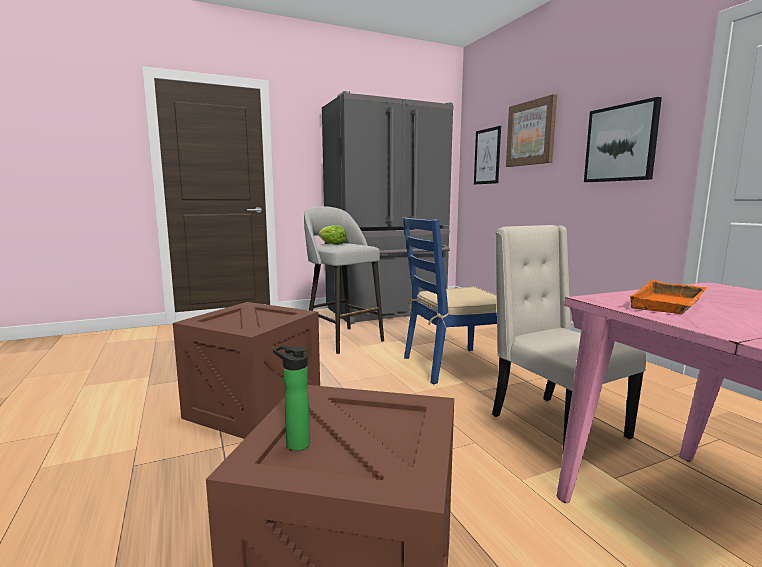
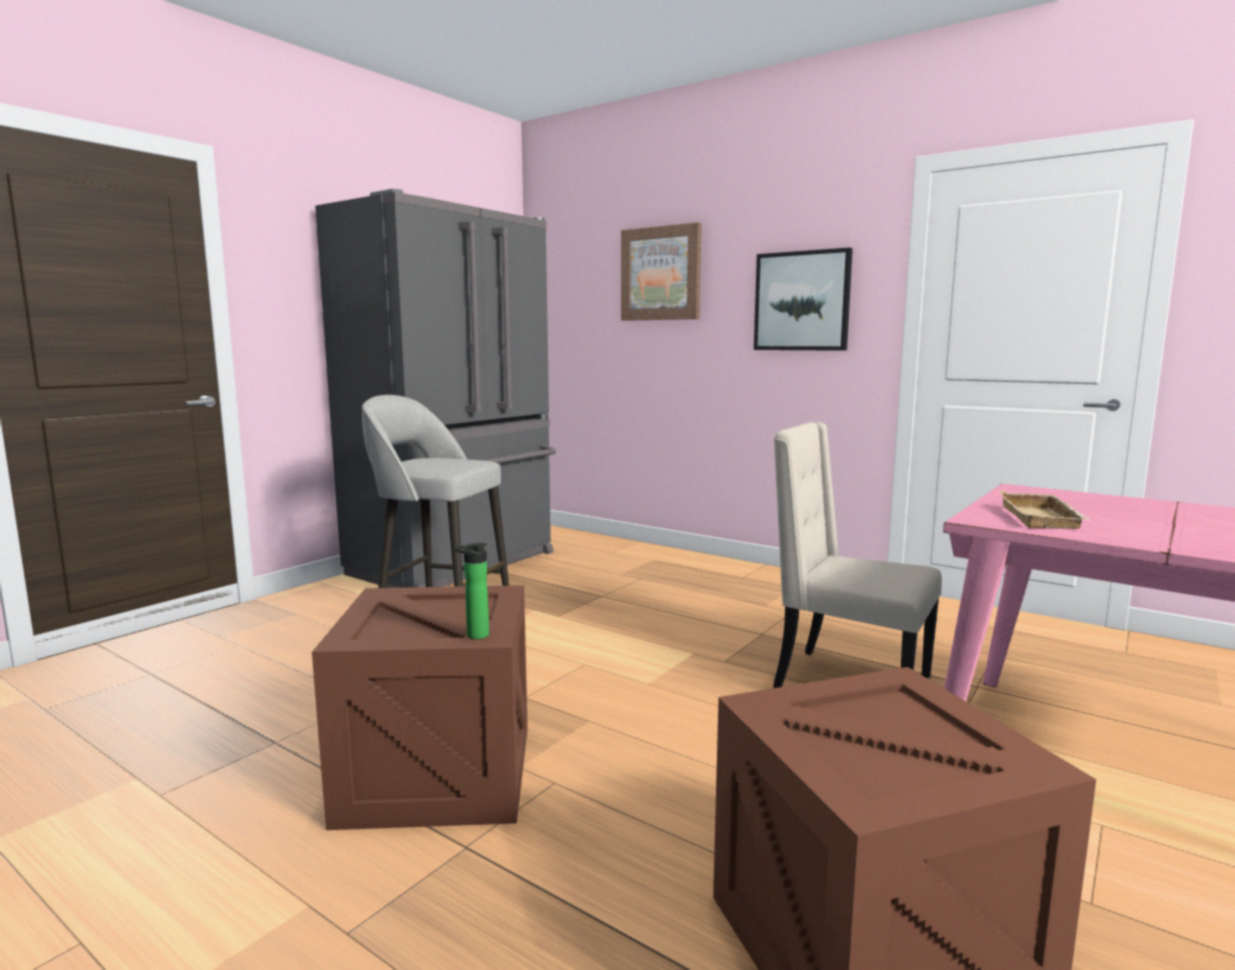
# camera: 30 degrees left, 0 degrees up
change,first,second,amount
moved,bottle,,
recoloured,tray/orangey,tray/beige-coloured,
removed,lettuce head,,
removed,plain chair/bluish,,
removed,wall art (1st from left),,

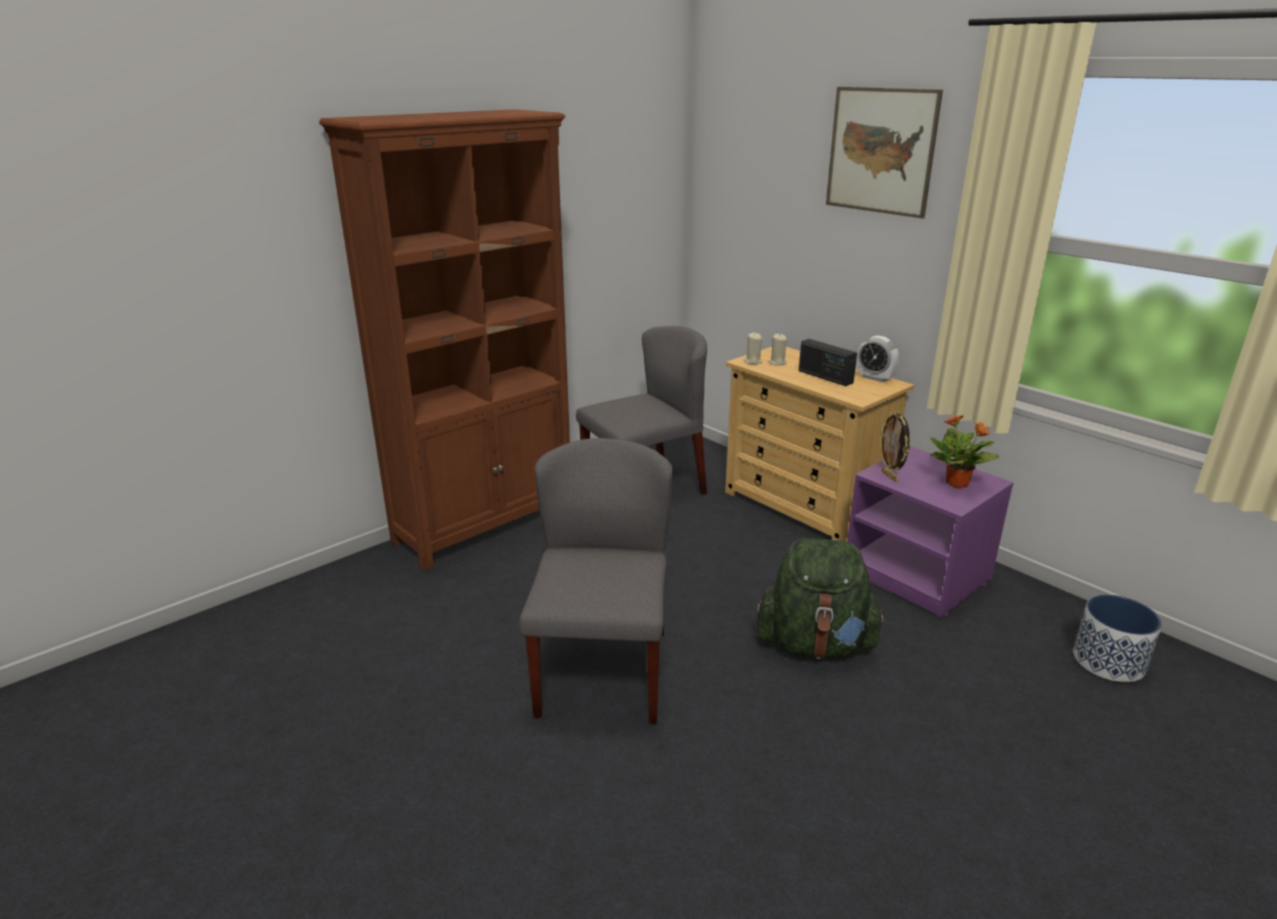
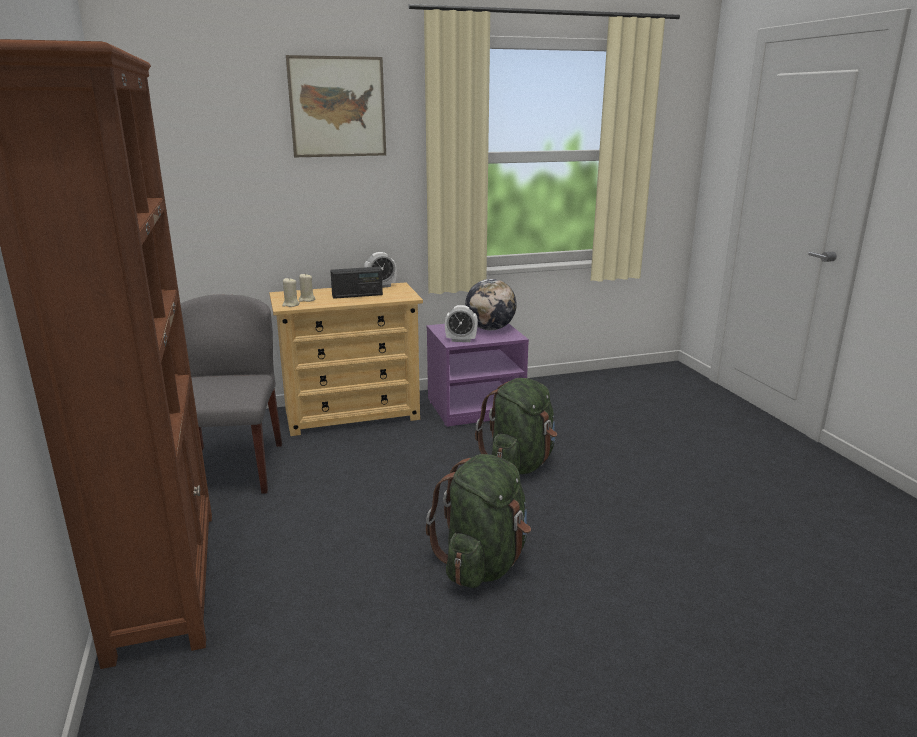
# camera: 65 degrees left, 5 degrees down
change,first,second,amount
replaced,plain chair/gray (1st from left),knapsack/greenish (1st from left),
replaced,photo frame,table clock (2nd from left),
replaced,plant in a pot,desk globe,
removed,flower pot,,

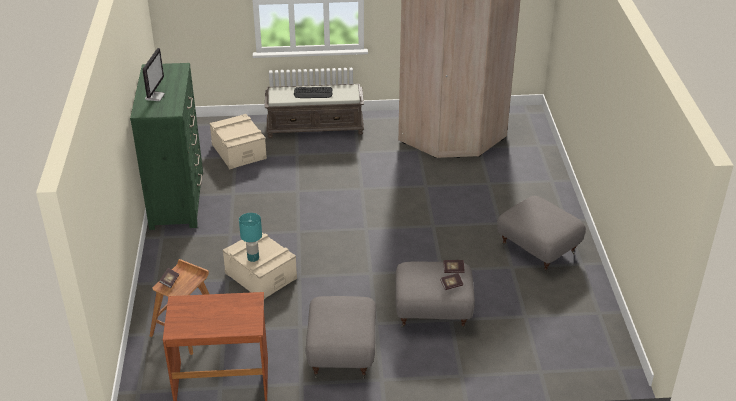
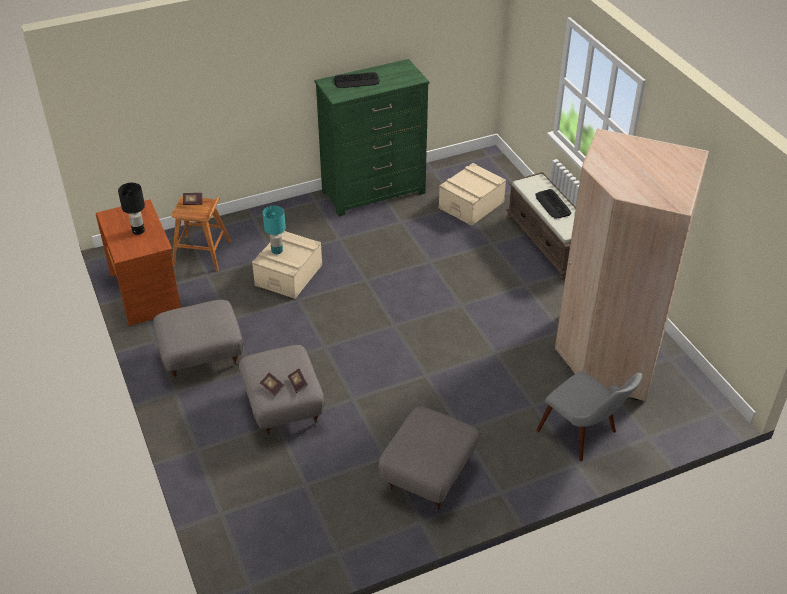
# camera: 70 degrees right, 5 degrees up
change,first,second,amount
added,,tabletop lamp/black,
replaced,monitor,computer keyboard (1st from left),
added,,plain chair/gray,

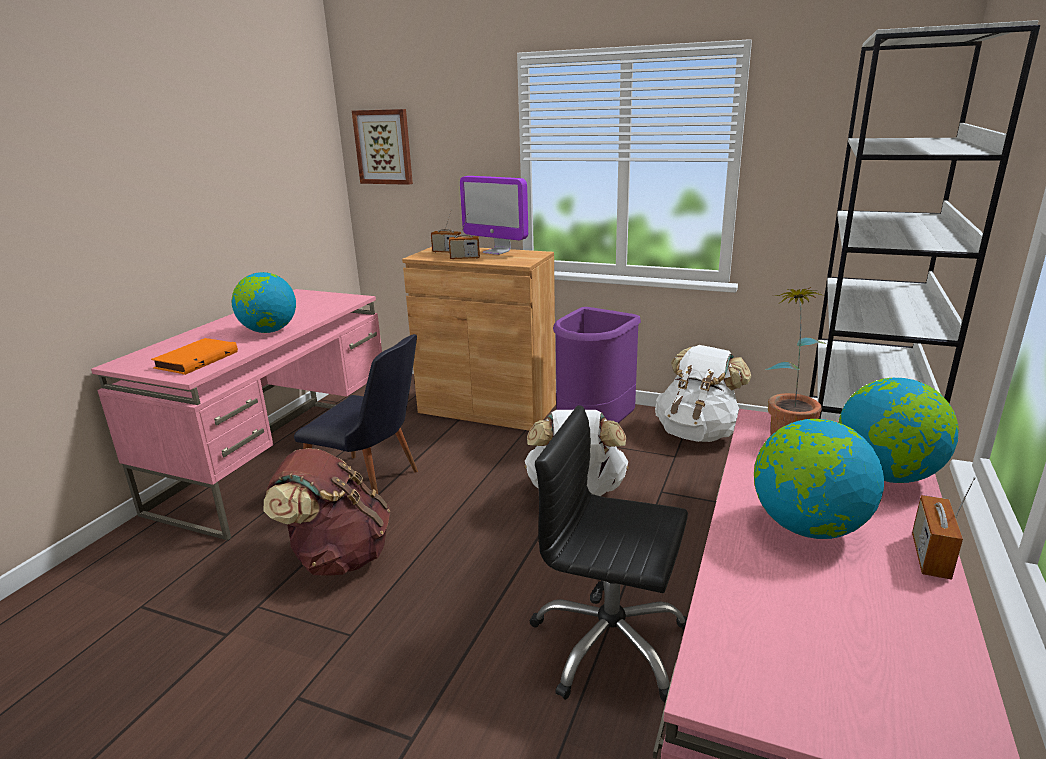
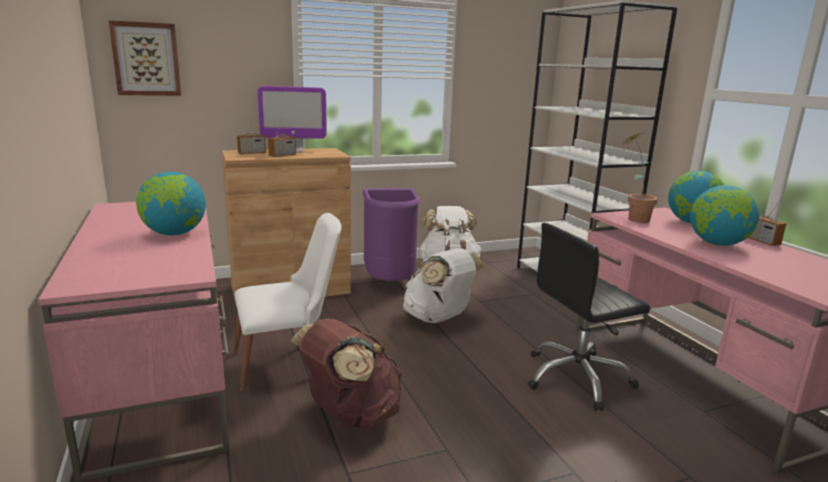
# camera: 45 degrees left, 5 degrees down
change,first,second,amount
recoloured,plain chair/black,plain chair/whitish,
removed,volume/orangey,,

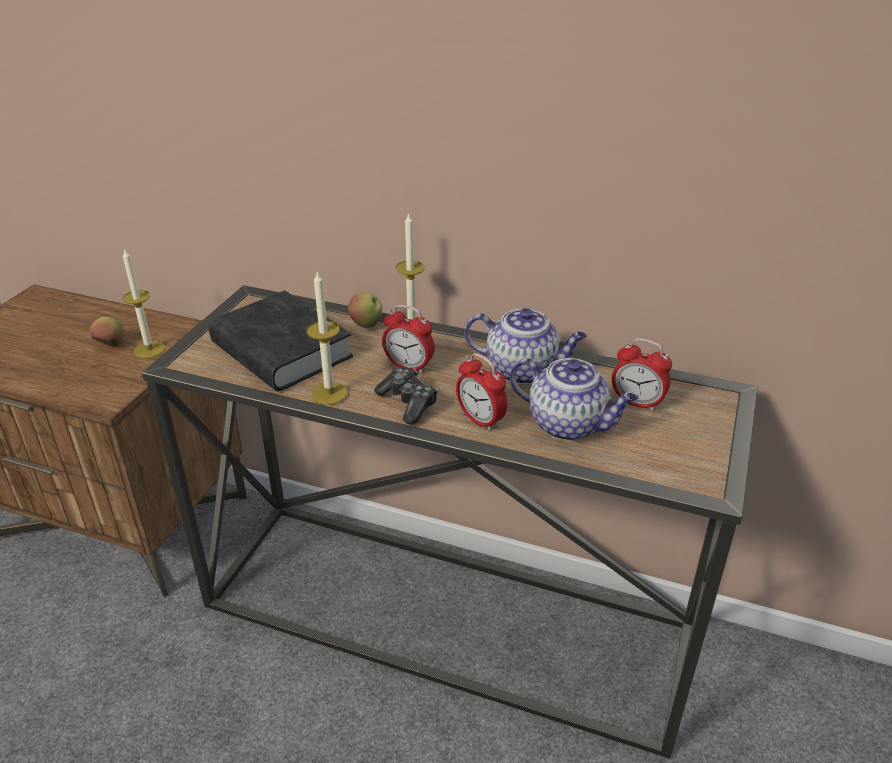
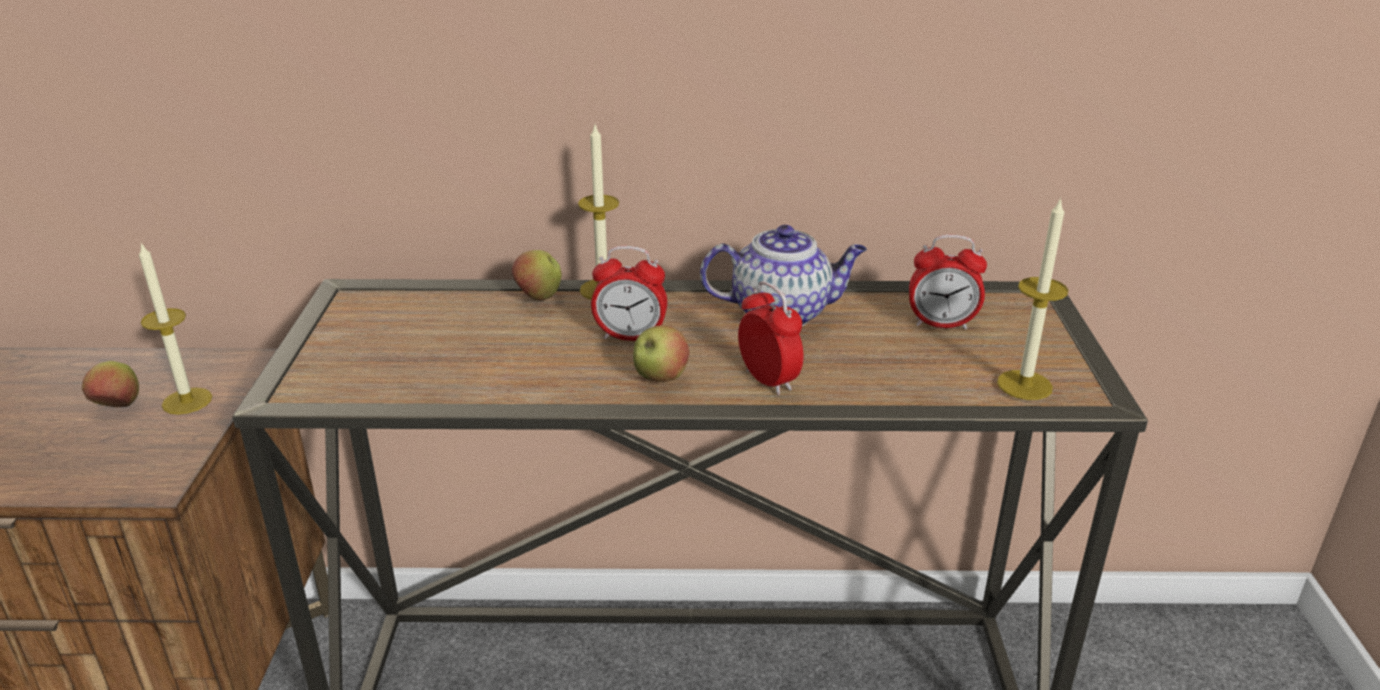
# camera: 20 degrees left, 5 degrees down
change,first,second,amount
replaced,gamepad,apple fruit (3rd from left),
turned,table clock (2nd from left),,150 degrees counterclockwise
moved,wax light (2nd from left in the first image),wax light (3rd from left),
removed,volume/black,,
removed,tea pot (2nd from left),,

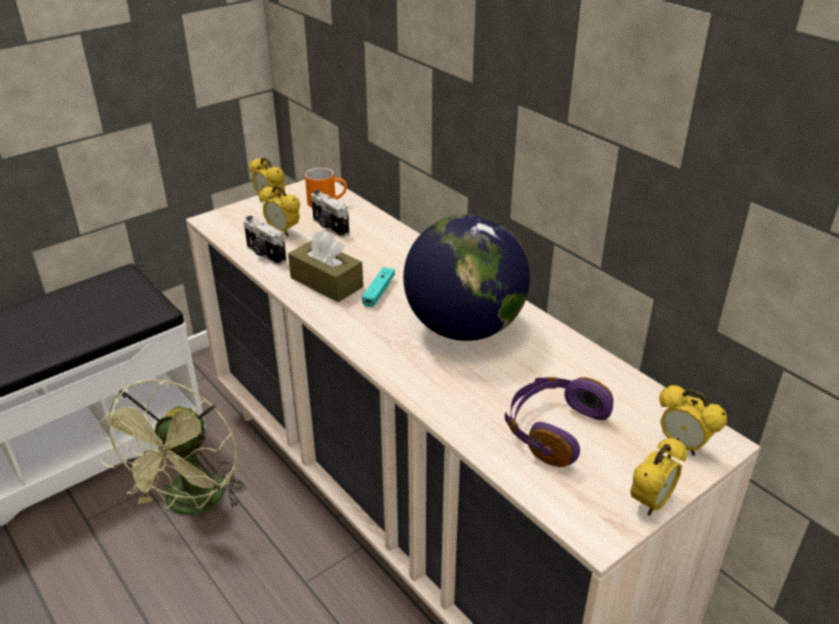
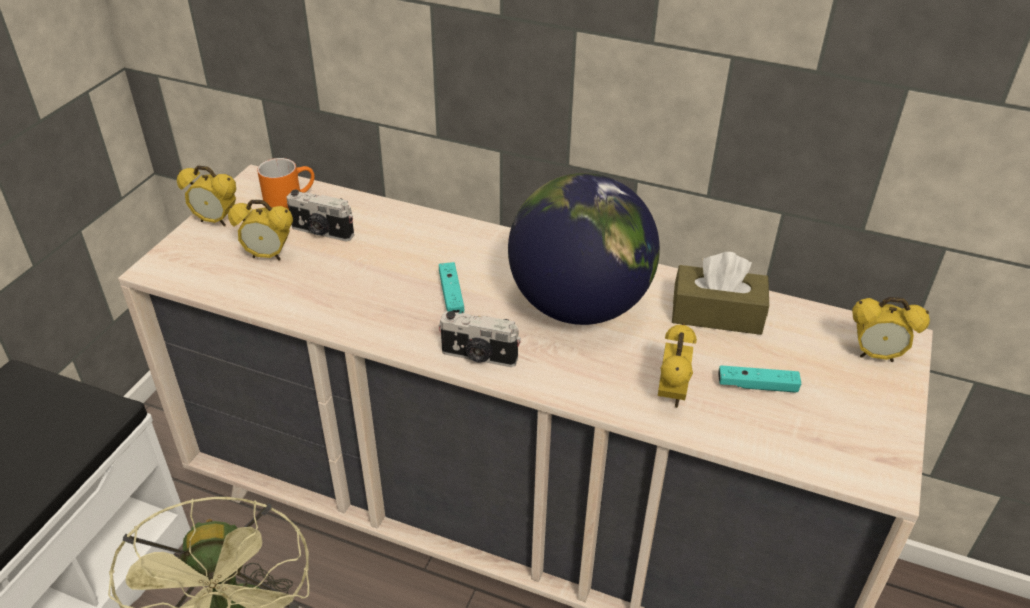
# camera: 30 degrees left, 5 degrees up
change,first,second,amount
moved,still camera (1st from left in the first image),still camera (2nd from left),
moved,table clock (3rd from left),,
moved,tissue box/brown-coloured,,
replaced,headphones/purple-coloured,gamepad/blue-green (2nd from left),

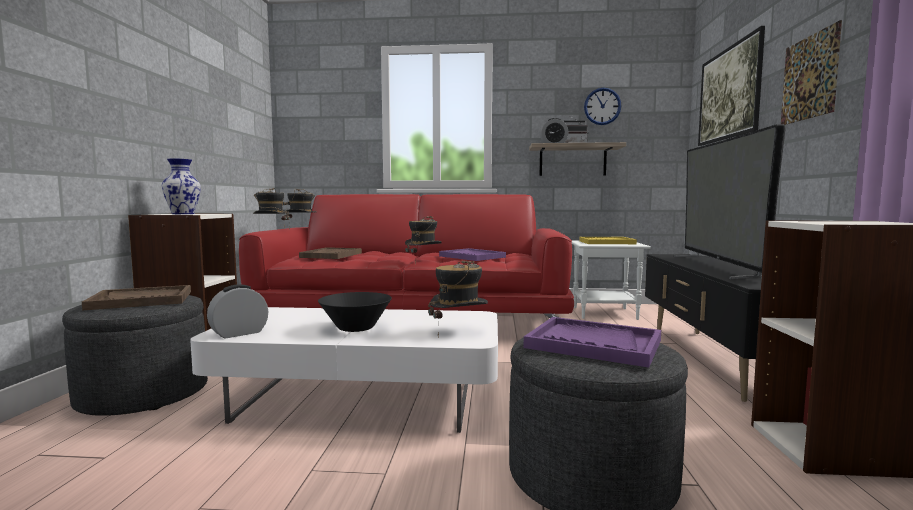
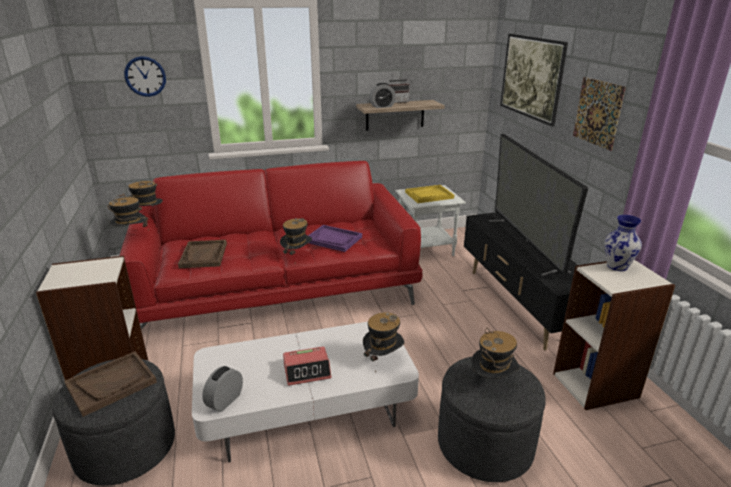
# camera: 20 degrees left, 20 degrees up
change,first,second,amount
moved,hanging clock,,
replaced,bowl/black,table clock (2nd from left),
replaced,tray/purple-coloured (2nd from left),clothing hat (5th from left),
moved,flower vase,,

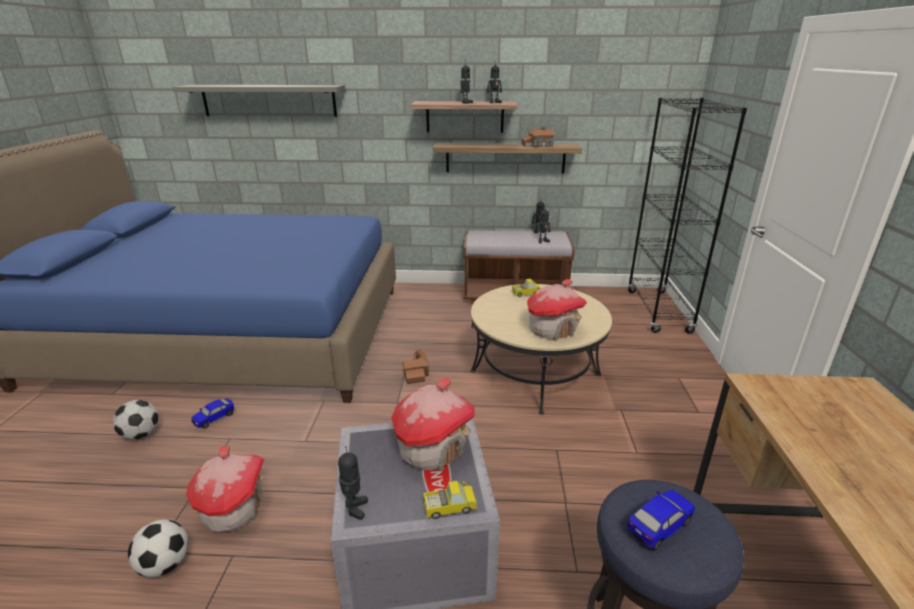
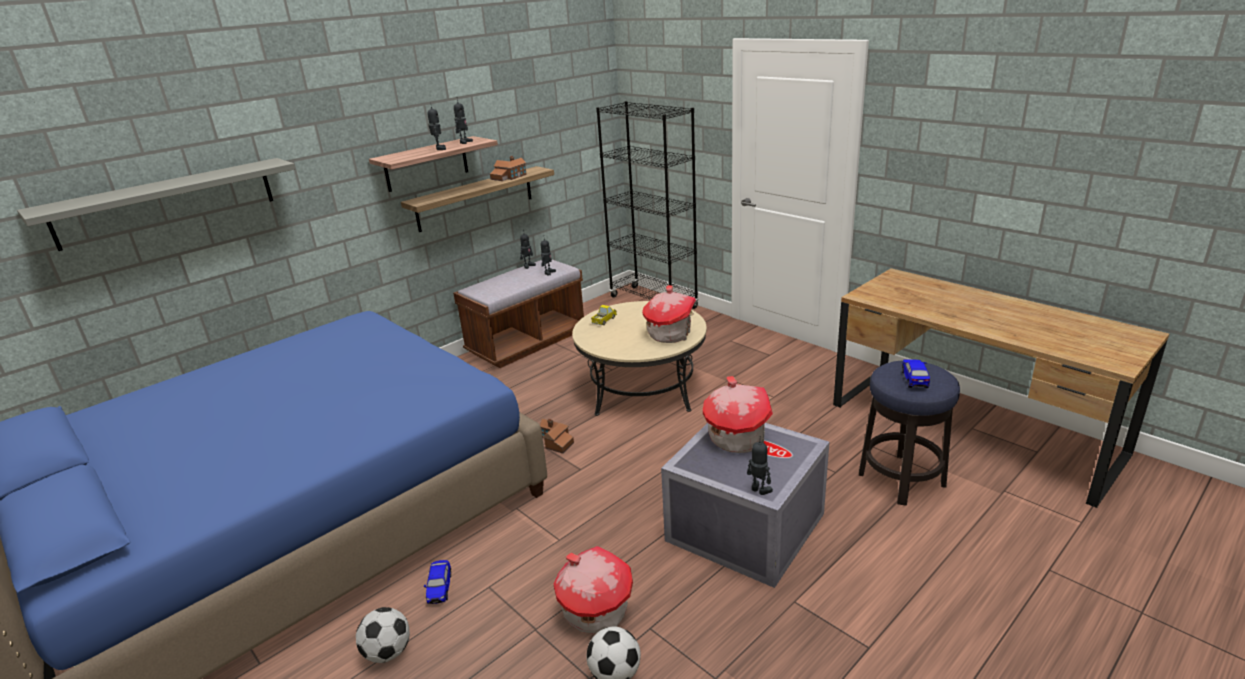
# camera: 45 degrees left, 0 degrees up
change,first,second,amount
removed,toy lorry (1st from left),,

